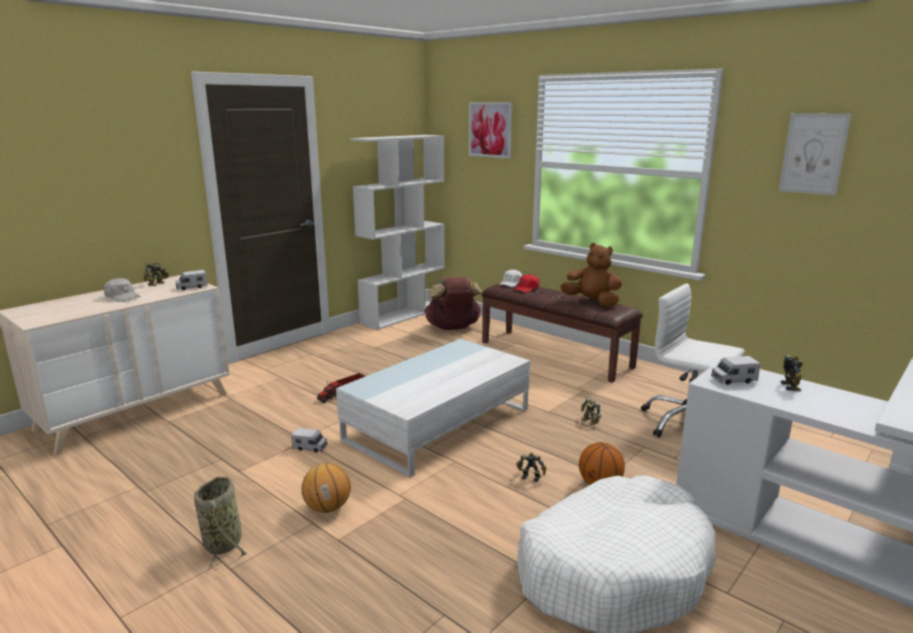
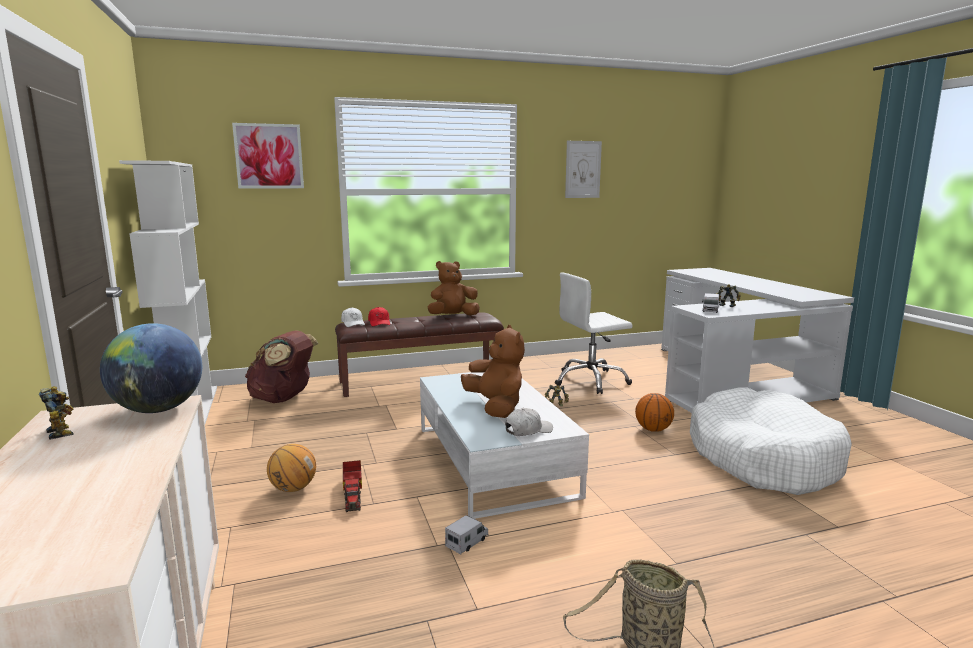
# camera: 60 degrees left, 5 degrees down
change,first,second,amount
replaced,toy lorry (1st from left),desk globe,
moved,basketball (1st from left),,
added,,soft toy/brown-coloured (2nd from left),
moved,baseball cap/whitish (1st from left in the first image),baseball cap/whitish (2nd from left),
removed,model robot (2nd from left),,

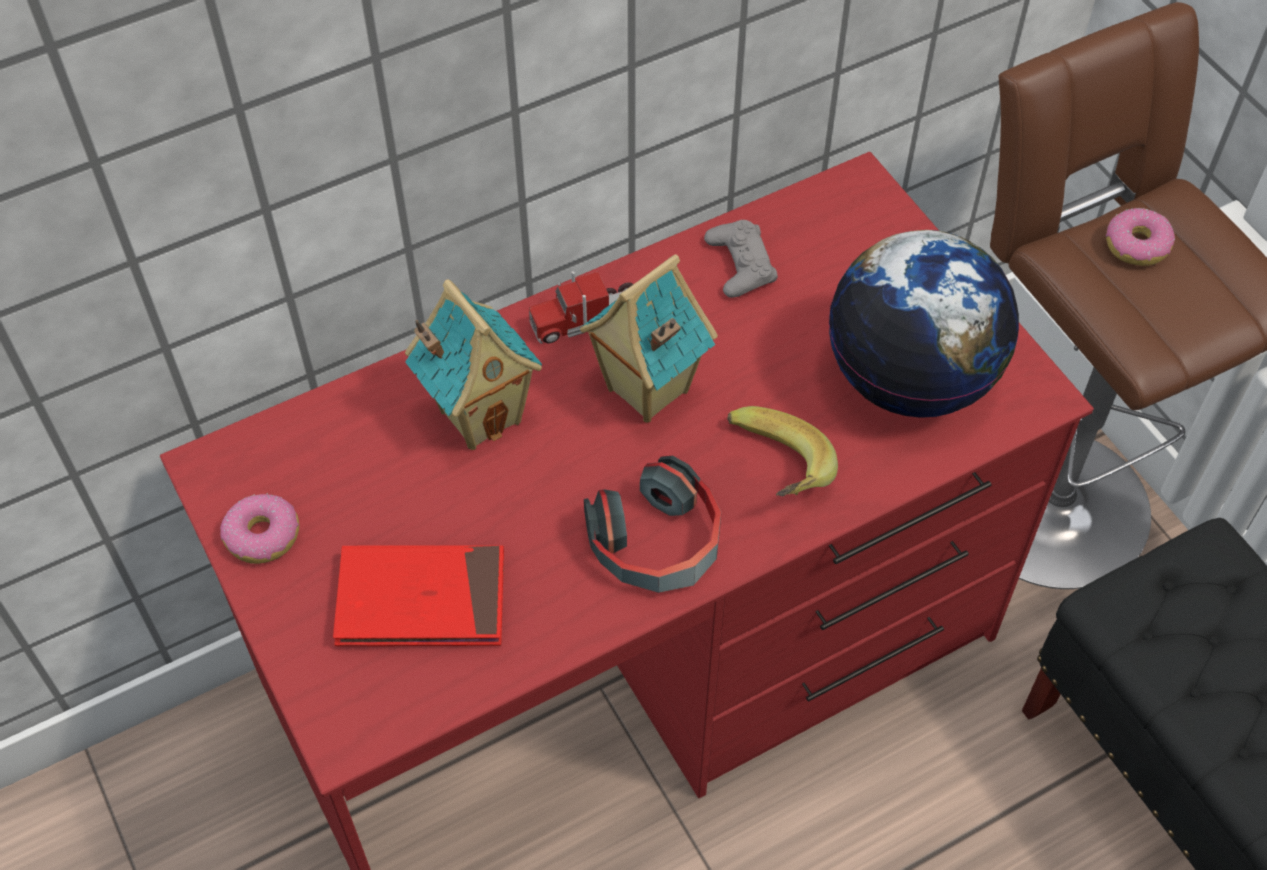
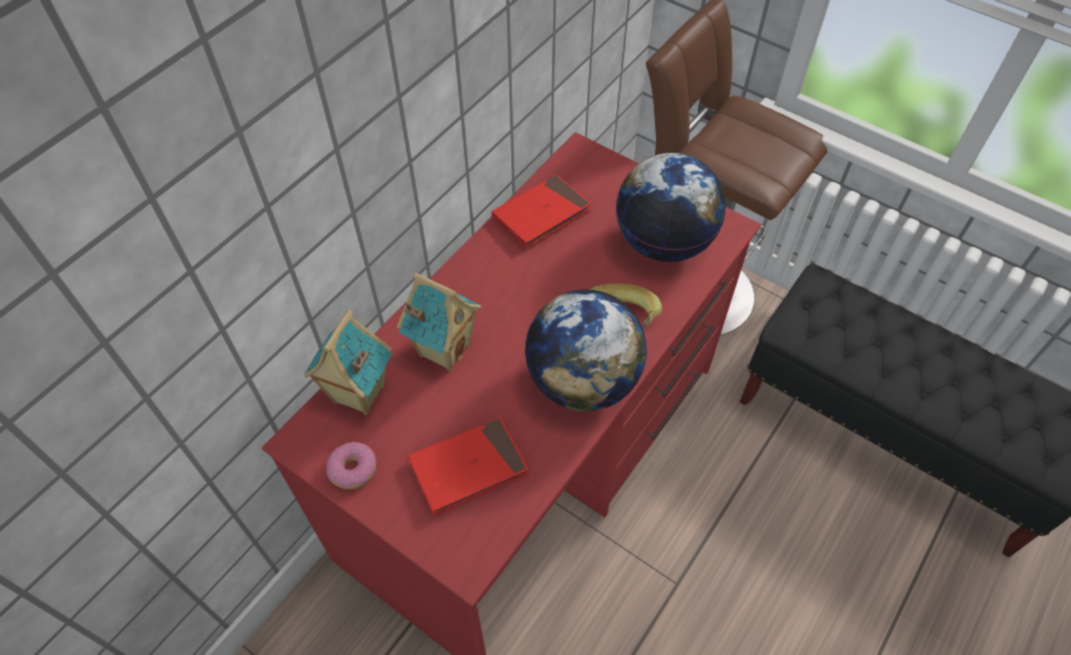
# camera: 25 degrees left, 0 degrees up
change,first,second,amount
moved,toy house (2nd from left in the first image),toy house (1st from left),
replaced,gamepad/gray,volume/red (2nd from left),
replaced,headphones,desk globe (1st from left),
removed,toy lorry,,
removed,ring doughnut (2nd from left),,

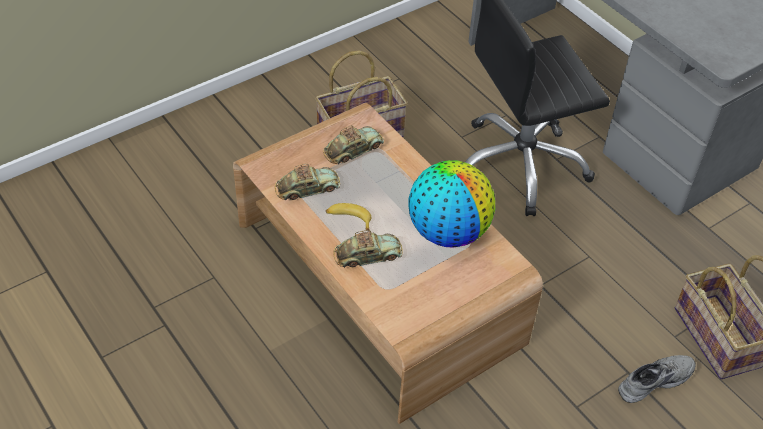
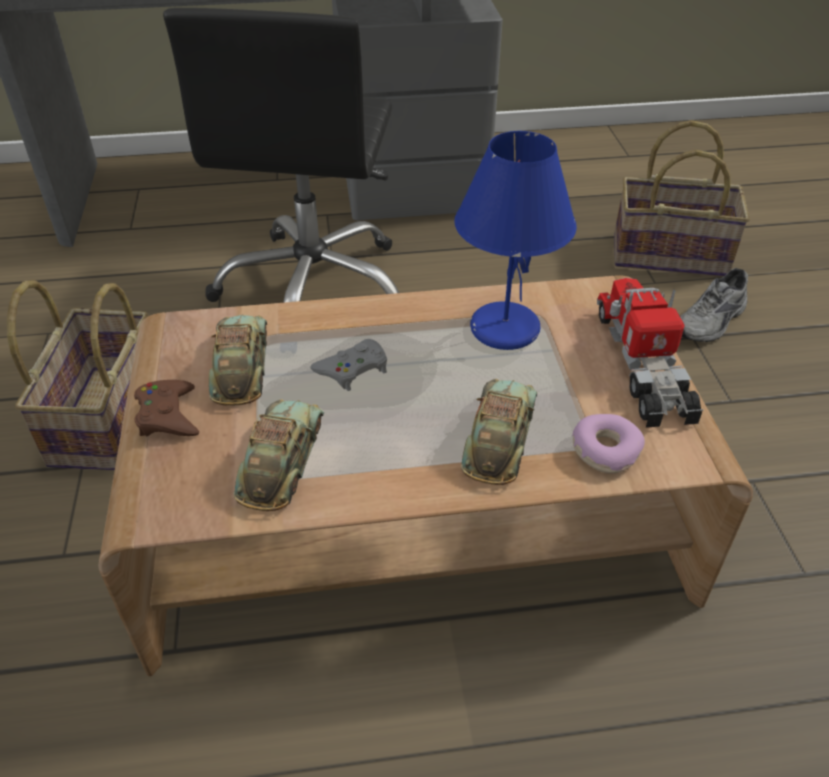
# camera: 60 degrees left, 5 degrees down
change,first,second,amount
added,,gamepad/brown-coloured,
added,,gamepad/gray,
replaced,desk globe,tabletop lamp/bluish,
added,,ring doughnut,
added,,toy lorry,
turned,item of footwear/gray,,135 degrees counterclockwise
removed,whole banana,,

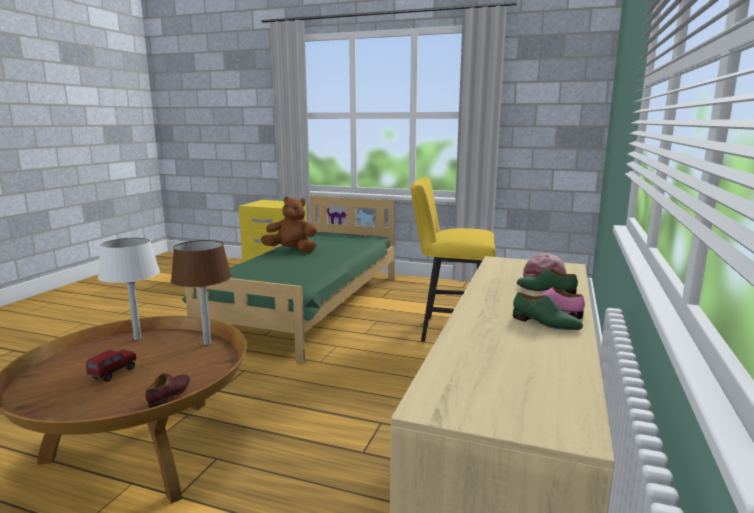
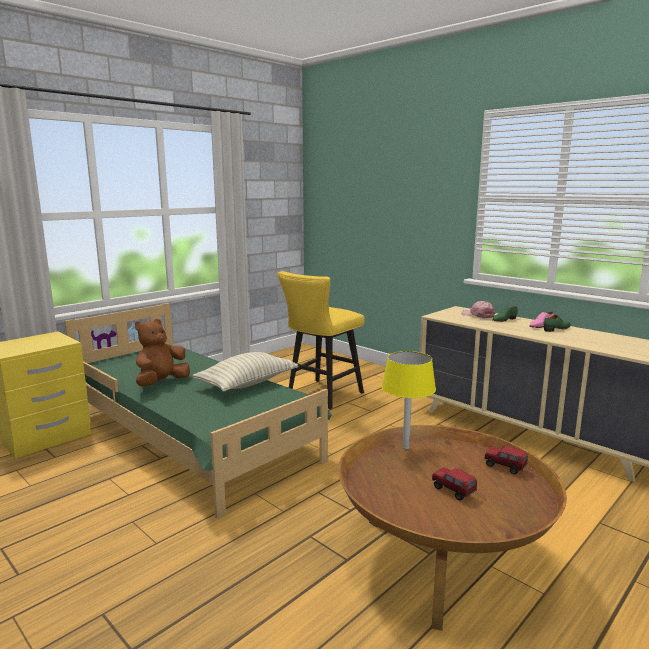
# camera: 65 degrees left, 0 degrees up
change,first,second,amount
added,,throw pillow,
recoloured,tabletop lamp/brown-coloured,tabletop lamp/yellow-coloured,
replaced,item of footwear/brown-coloured,toy lorry (2nd from left),
removed,tabletop lamp/whitish,,

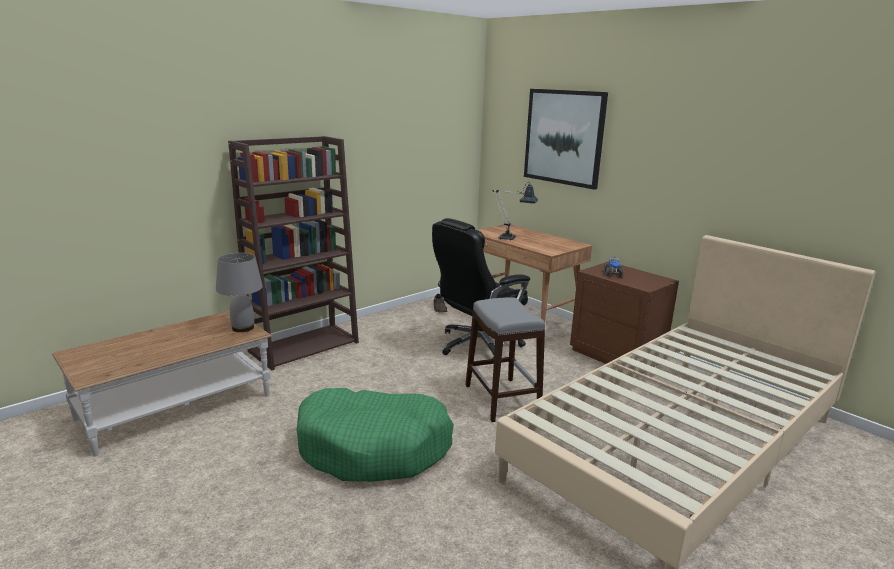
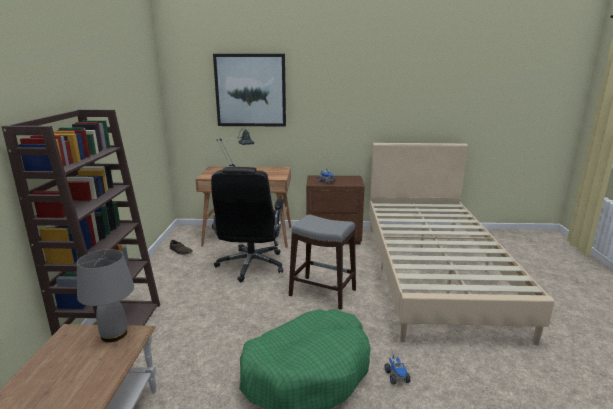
# camera: 45 degrees left, 0 degrees up
change,first,second,amount
added,,toy lorry (2nd from left),

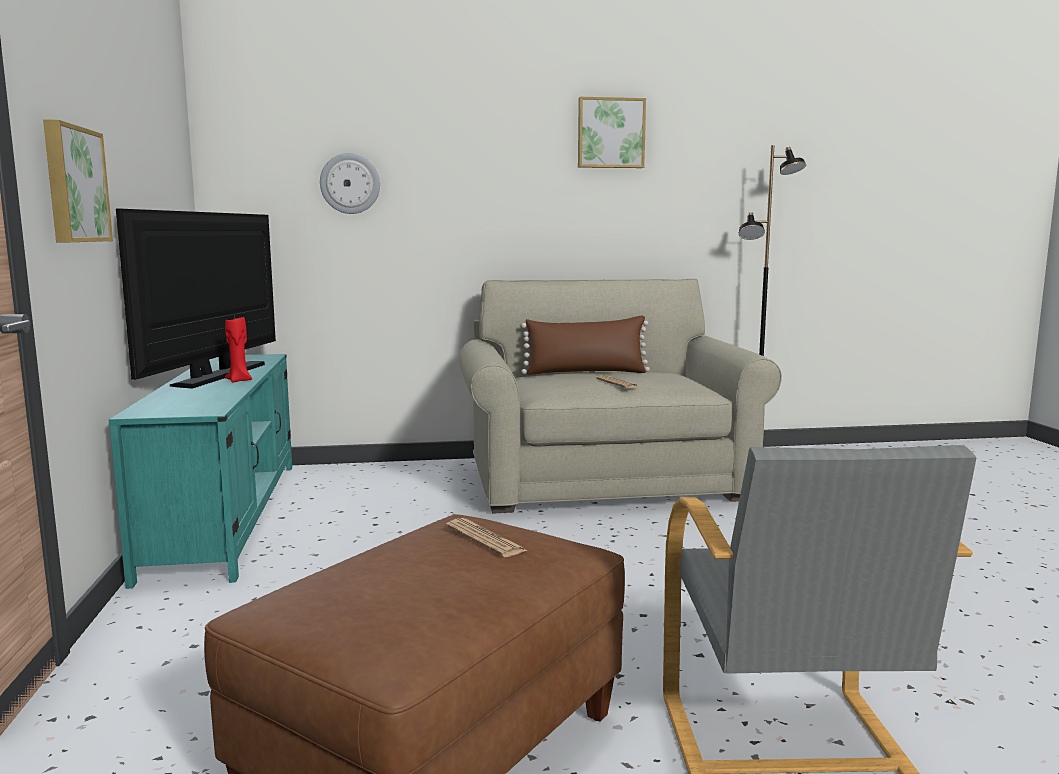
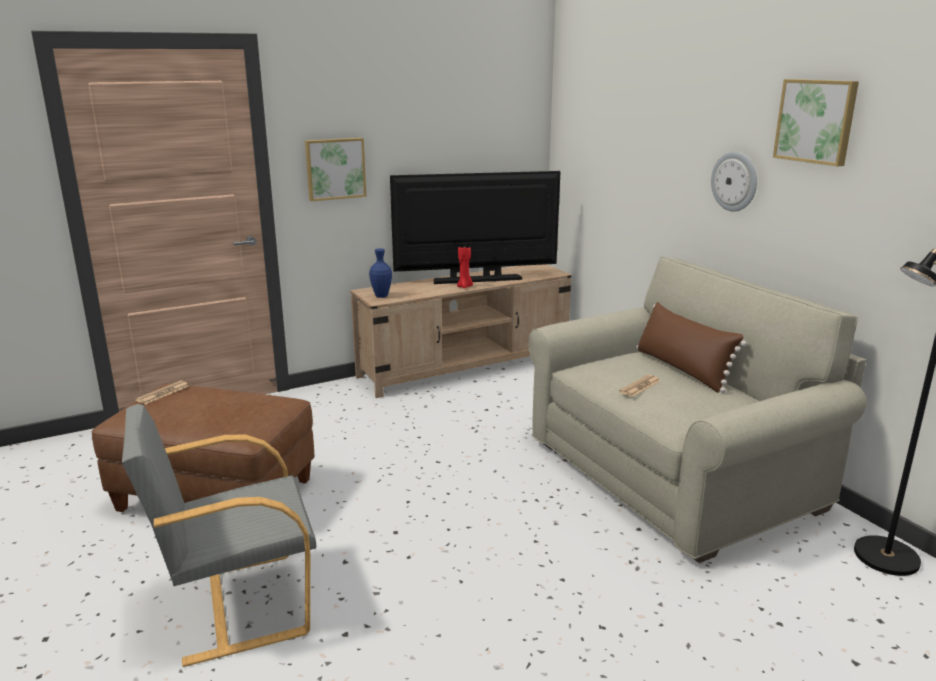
# camera: 70 degrees right, 10 degrees up
change,first,second,amount
moved,printed paper (1st from left),,
recoloured,media console/blue-green,media console/beige-coloured,
added,,flower vase/bluish,
moved,hanging clock,,

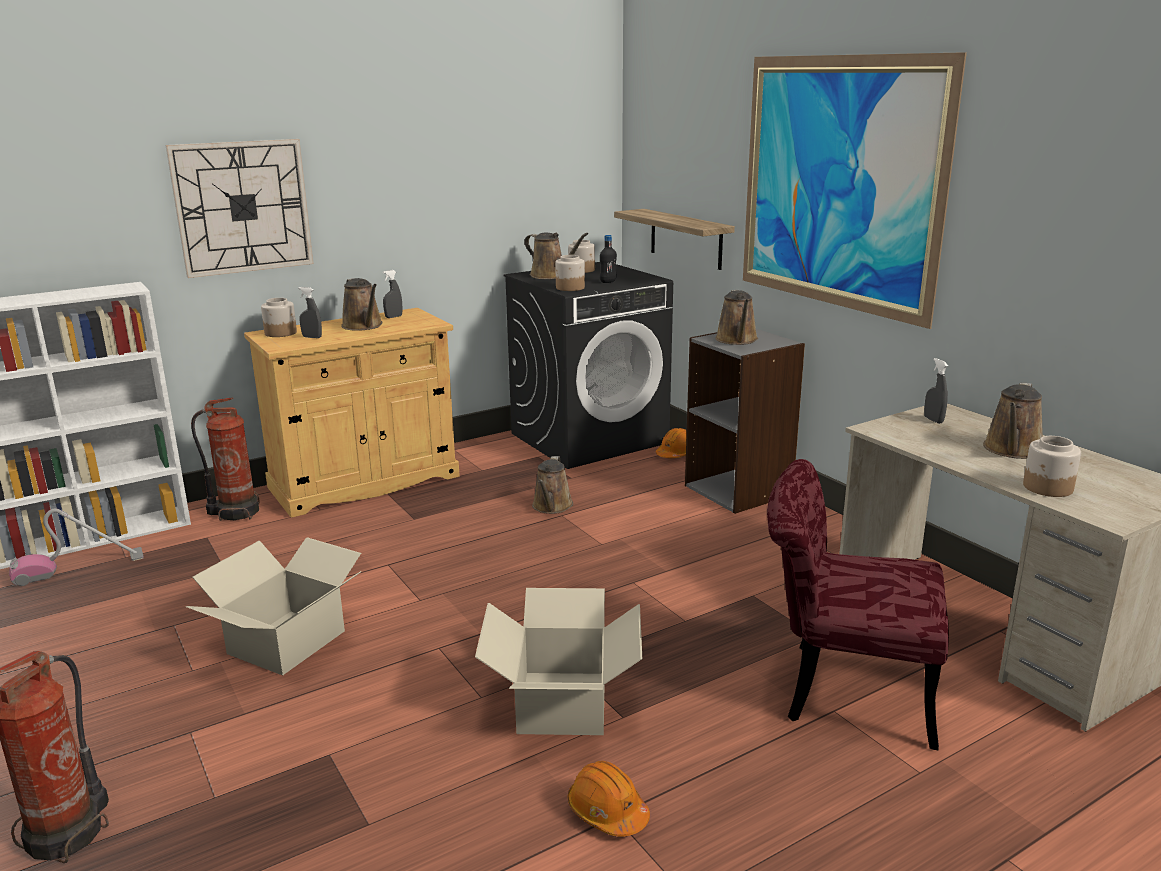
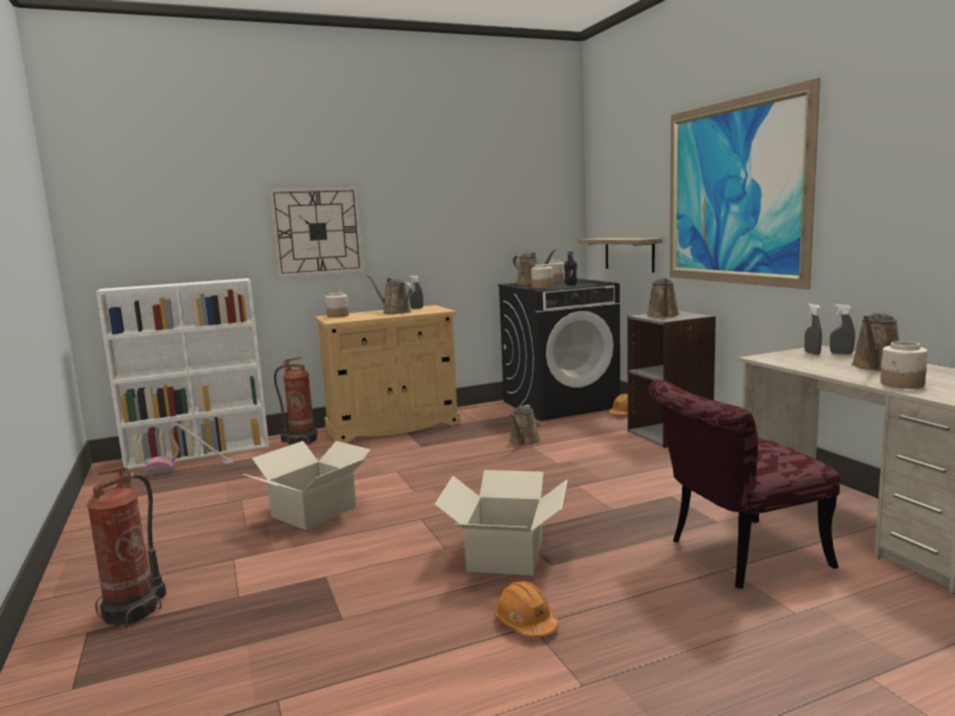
# camera: 10 degrees right, 10 degrees down
change,first,second,amount
turned,watering pot/brown-coloured (1st from left),,150 degrees clockwise
turned,plain chair/red,,45 degrees counterclockwise
moved,hand sprayer/gray (1st from left in the first image),hand sprayer/gray (3rd from left),

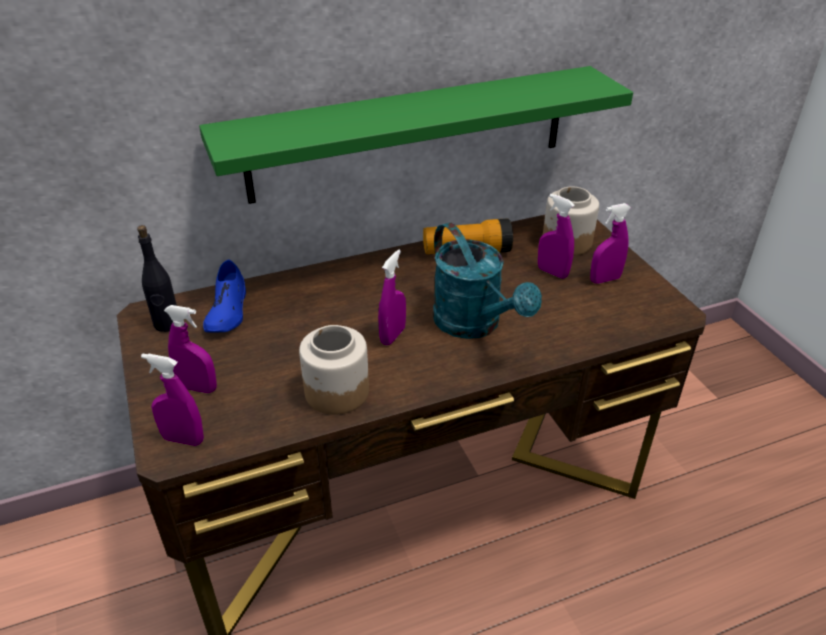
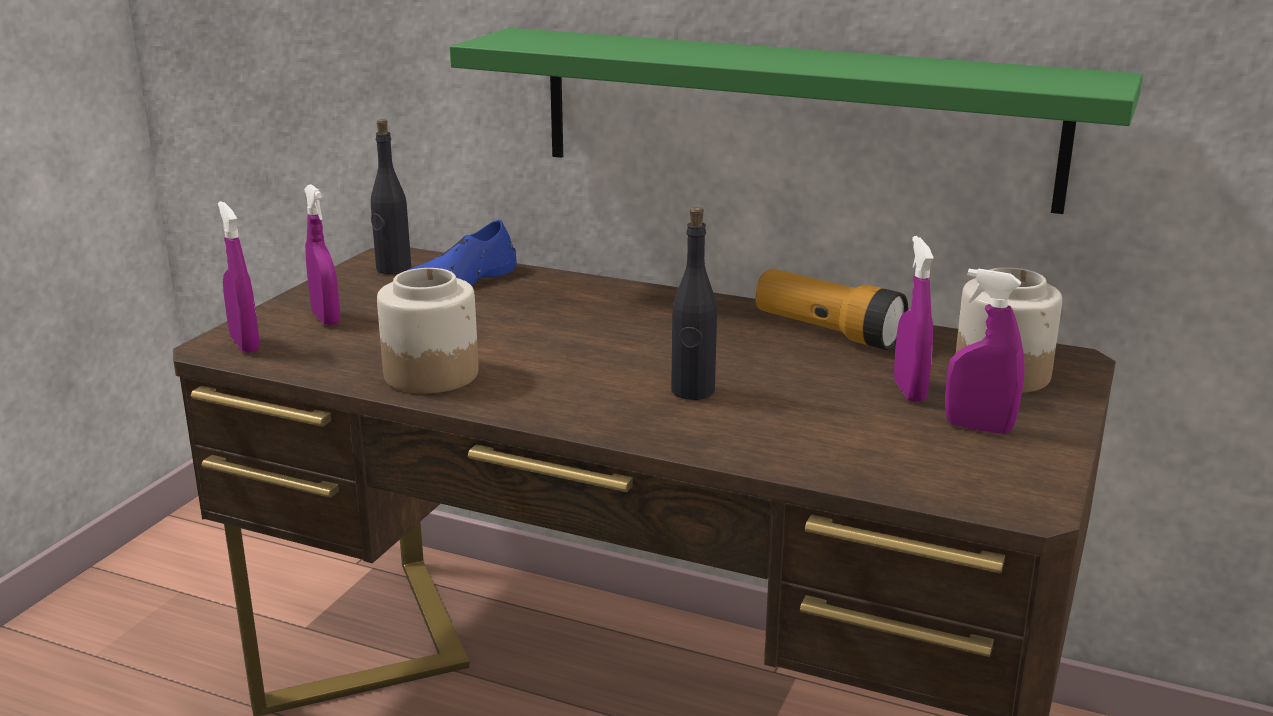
# camera: 45 degrees right, 15 degrees down
change,first,second,amount
replaced,watering pot/blue-green,bottle/black (2nd from left),
removed,hand sprayer/purple-coloured (3rd from left),,

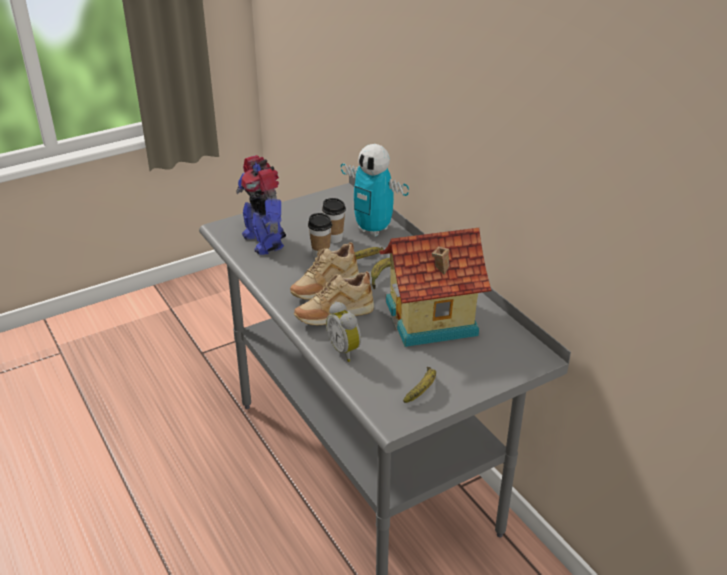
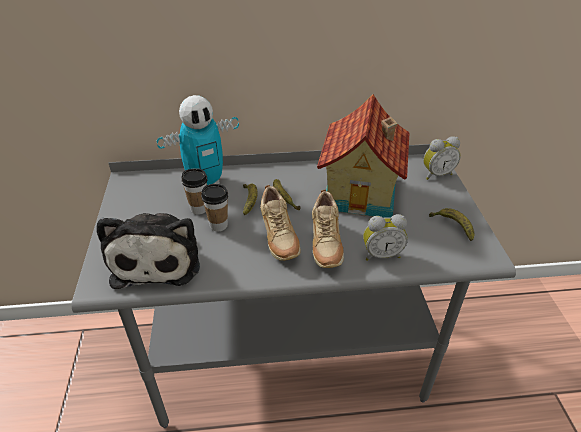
# camera: 65 degrees left, 5 degrees up
change,first,second,amount
replaced,model robot (1st from left),soft toy,
added,,table clock (2nd from left),

